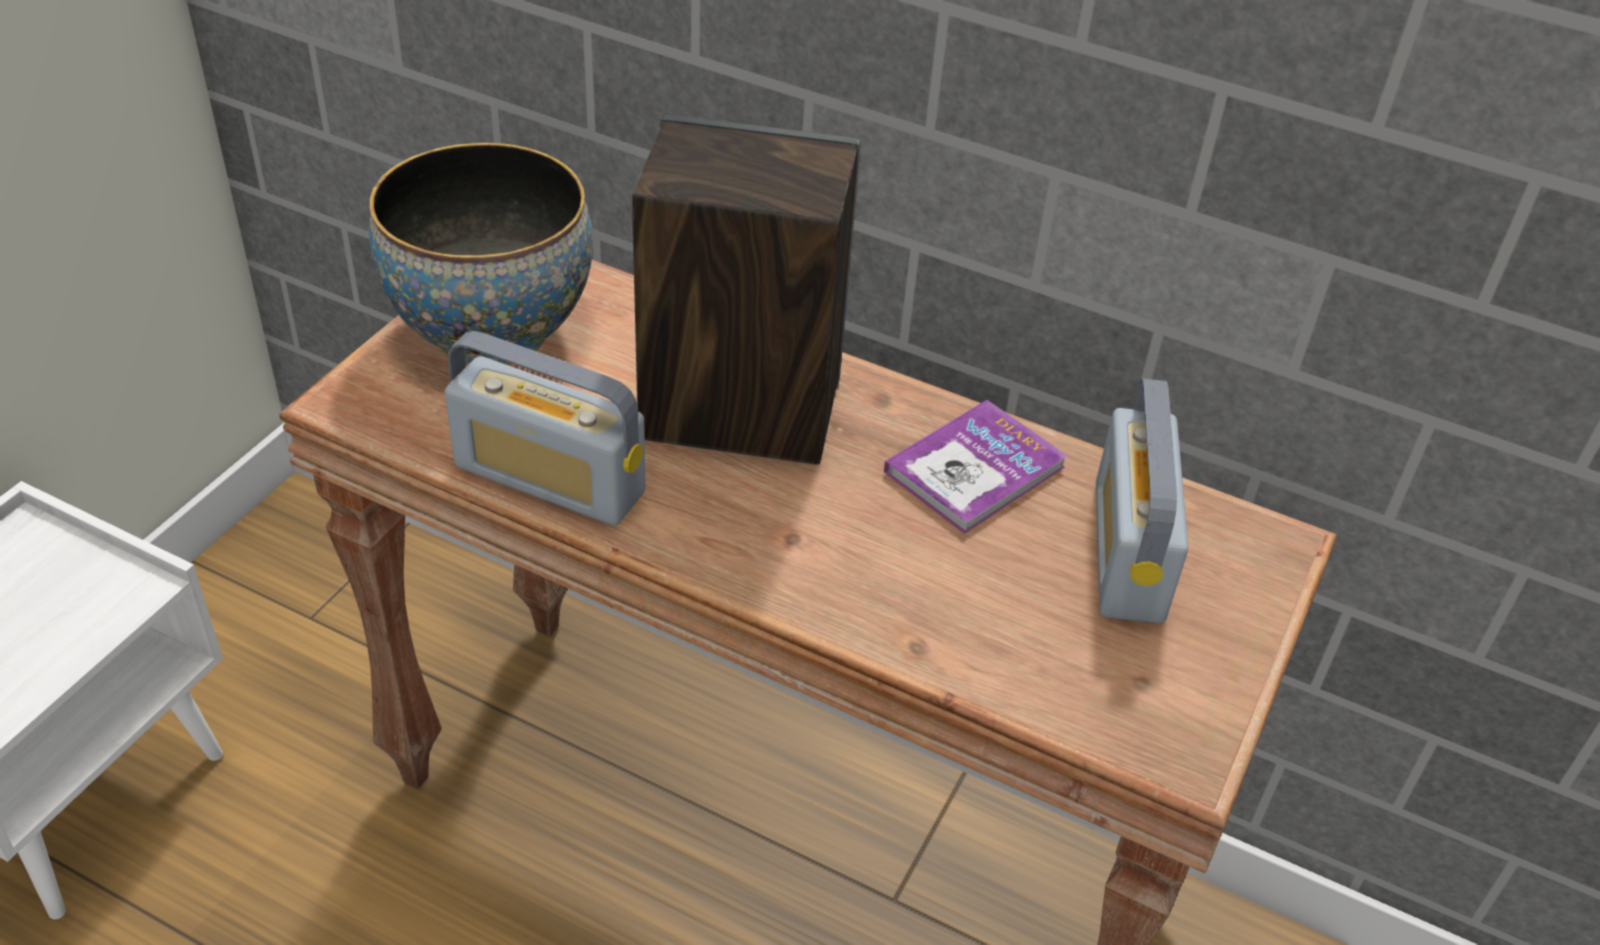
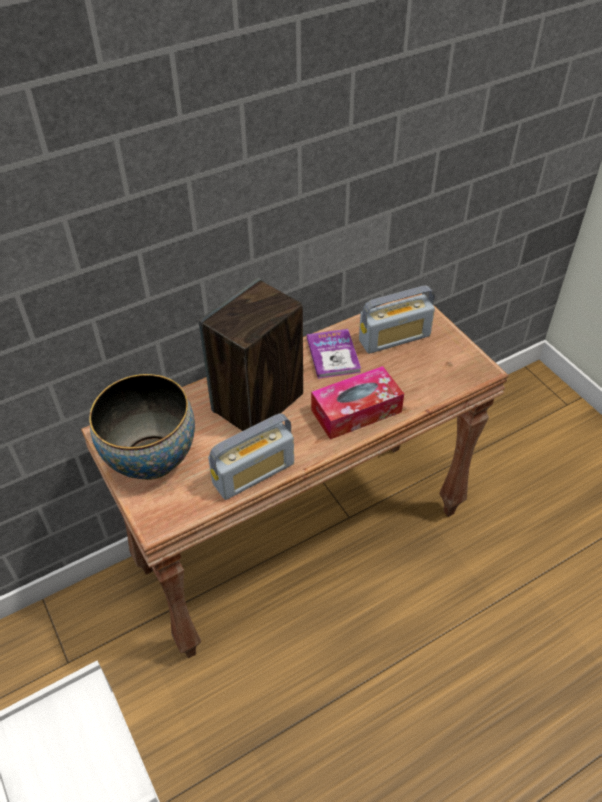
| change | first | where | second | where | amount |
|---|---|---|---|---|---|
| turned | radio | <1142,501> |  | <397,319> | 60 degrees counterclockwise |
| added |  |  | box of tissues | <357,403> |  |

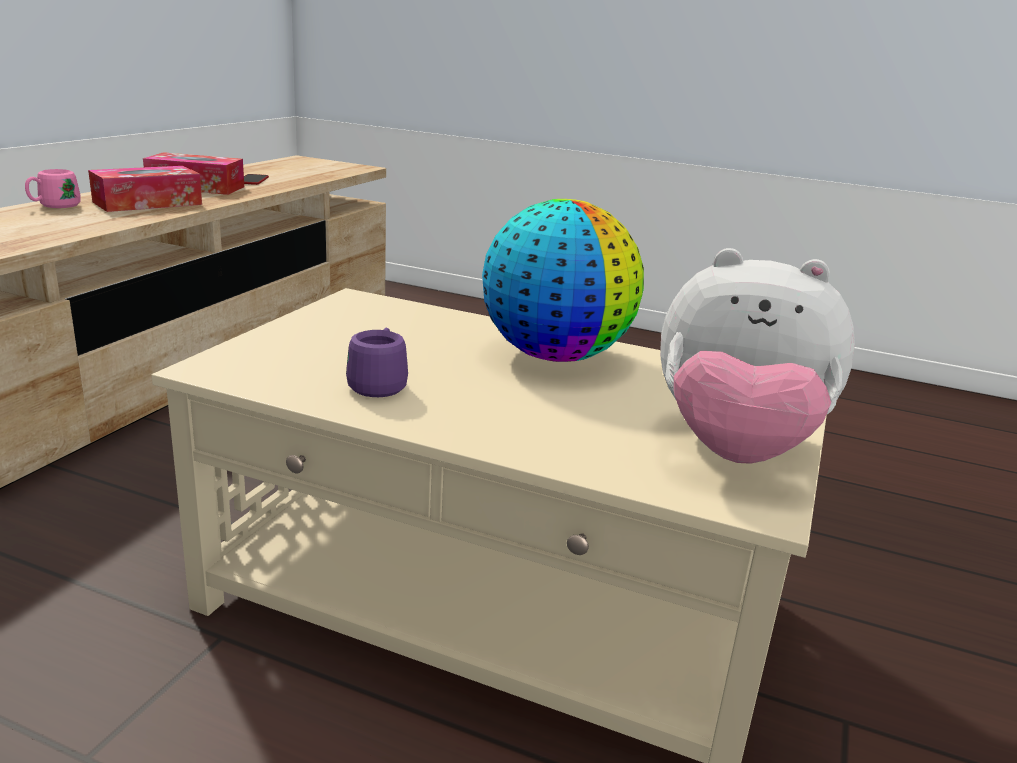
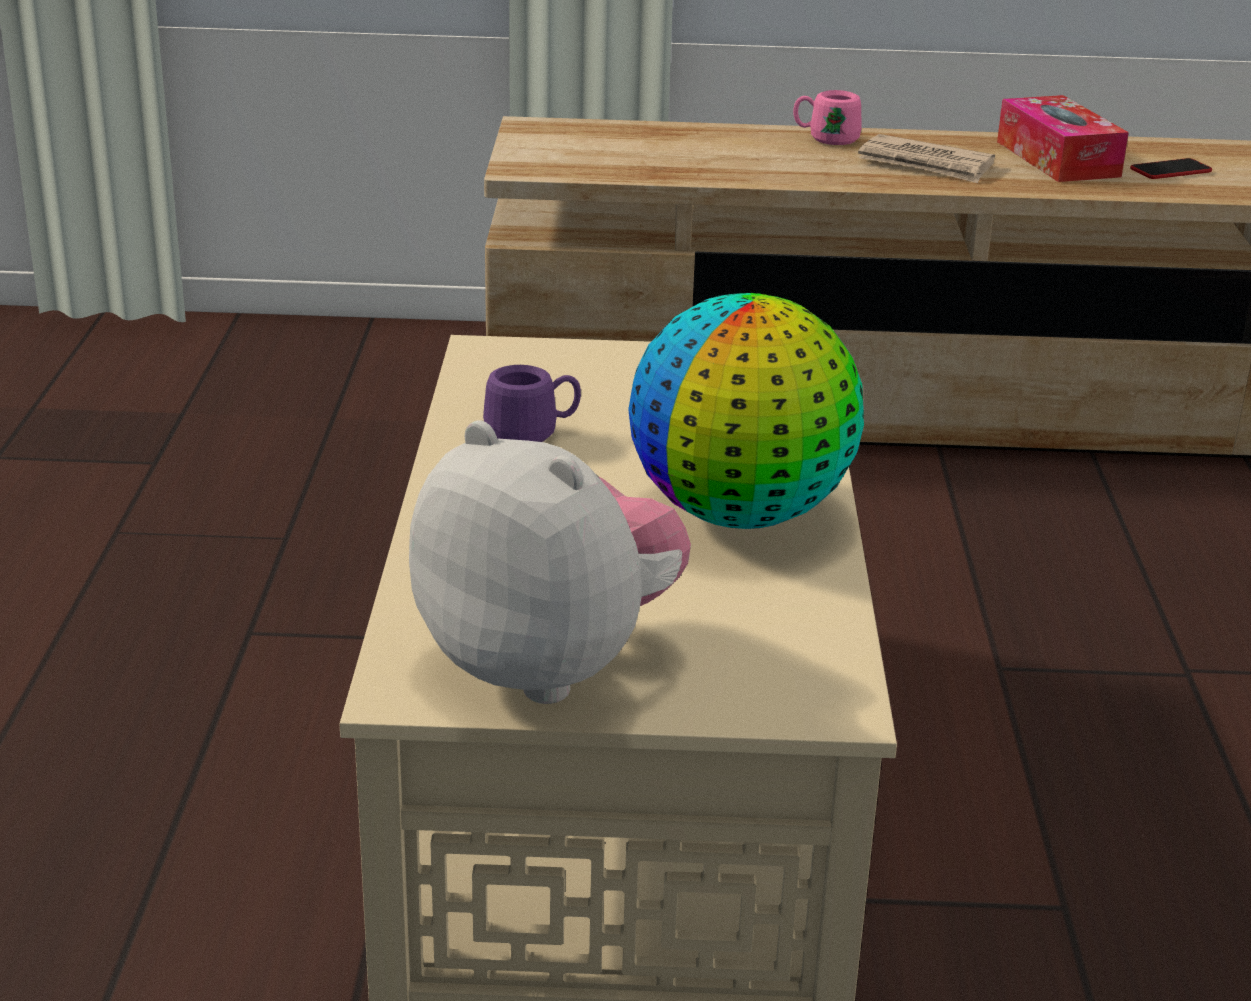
| change | first | where | second | where | amount |
|---|---|---|---|---|---|
| replaced | box of tissues | <145,189> | printed paper | <926,158> |  |
| turned | cuddly toy | <757,356> |  | <550,562> | 135 degrees clockwise |

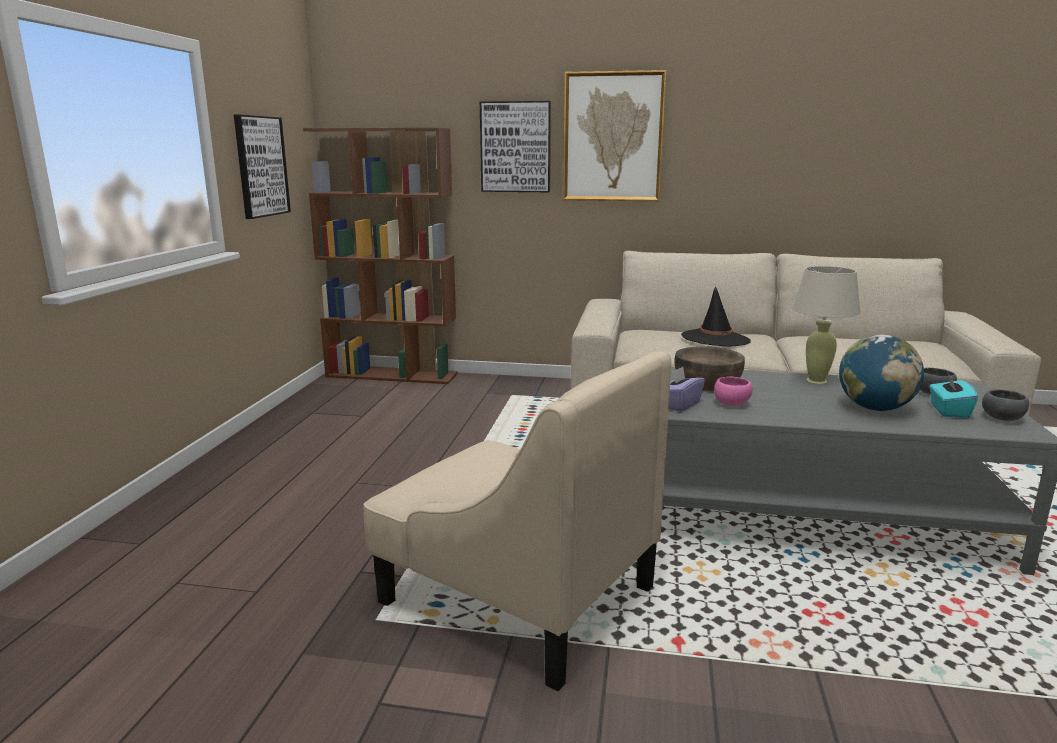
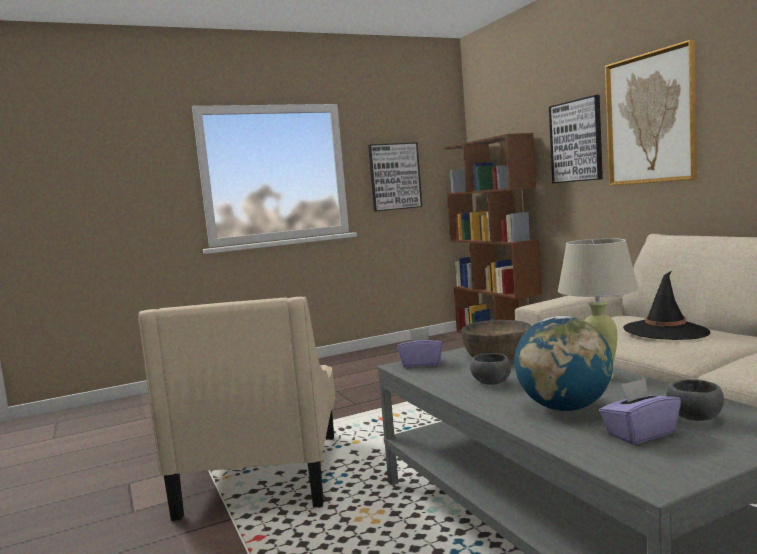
| change | first | where | second | where | amount |
|---|---|---|---|---|---|
| removed | pinkish deep dish | <733,391> |  |  |  |
| recoloured | blue-green box of tissues | <953,395> | purple-coloured box of tissues | <640,411> |  |
| moved | grey deep dish | <1005,405> |  | <490,369> |  |

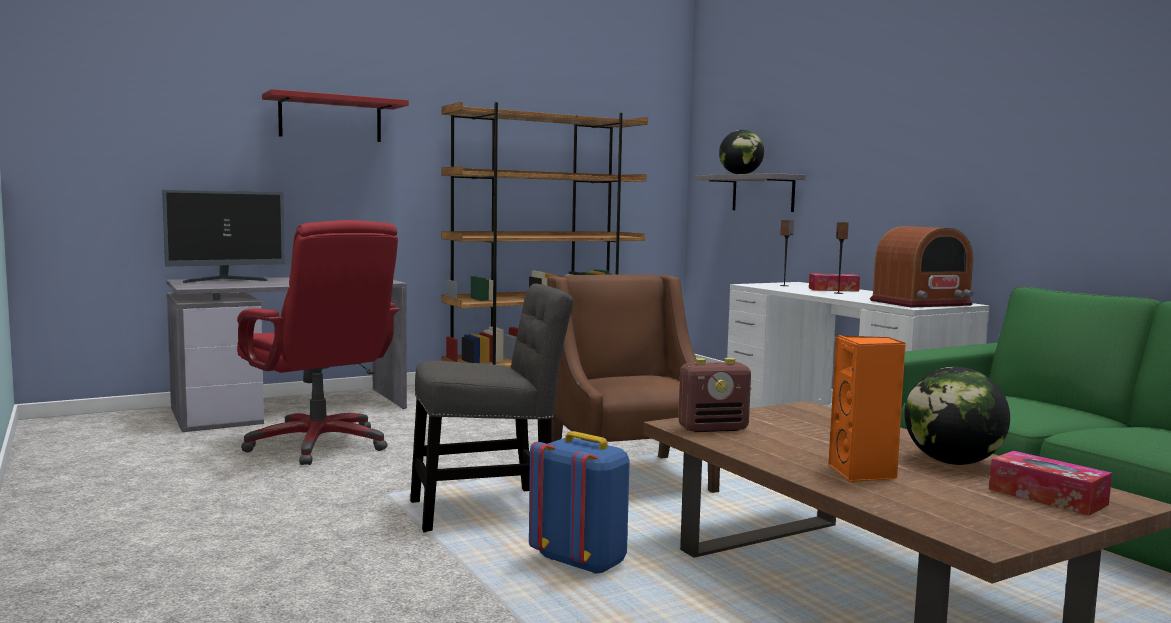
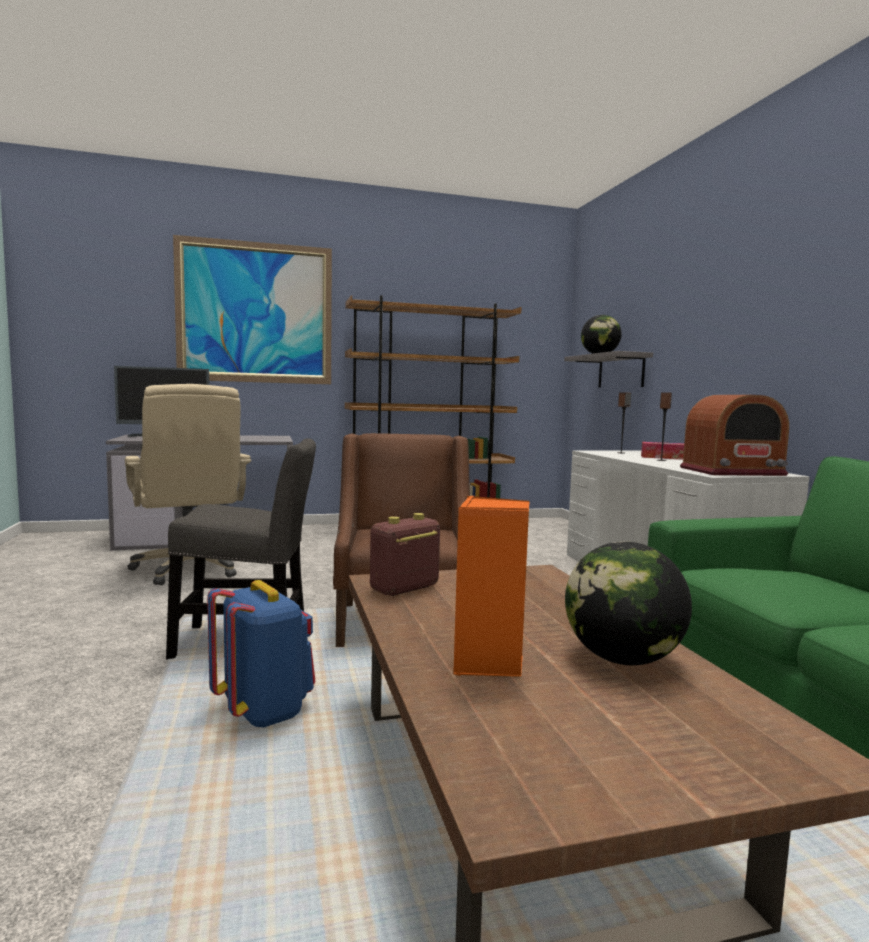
| change | first | where | second | where | amount |
|---|---|---|---|---|---|
| recoloured | red-coloured computer chair | <318,342> | beige computer chair | <188,484> |  |
| replaced | red-coloured wall shelf | <335,115> | picture | <252,309> |  |
| turned | radio | <714,395> |  | <405,554> | 135 degrees clockwise |
| removed | box of tissues | <1050,483> |  |  |  |

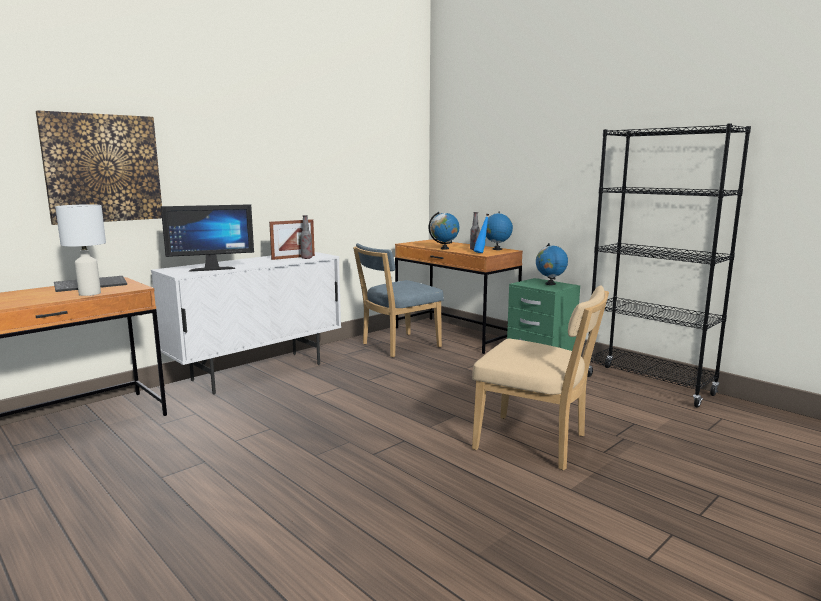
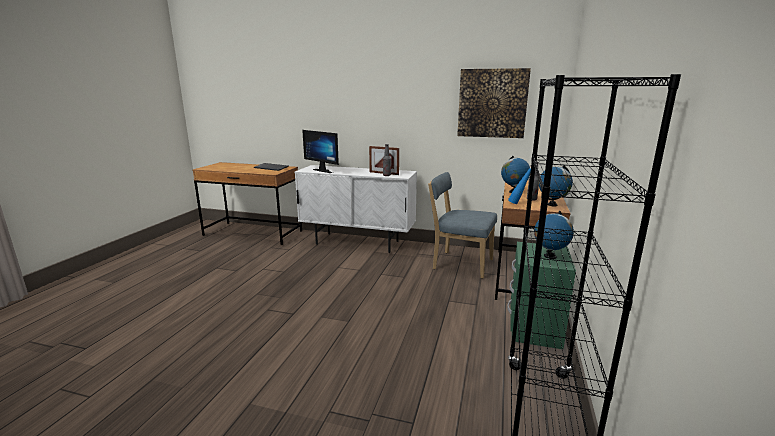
| change | first | where | second | where | amount |
|---|---|---|---|---|---|
| moved | picture | <99,167> |  | <494,103> |  |
| removed | white-coloured lamp for a table | <80,250> |  |  |  |
| removed | beige upright chair | <540,377> |  |  |  |

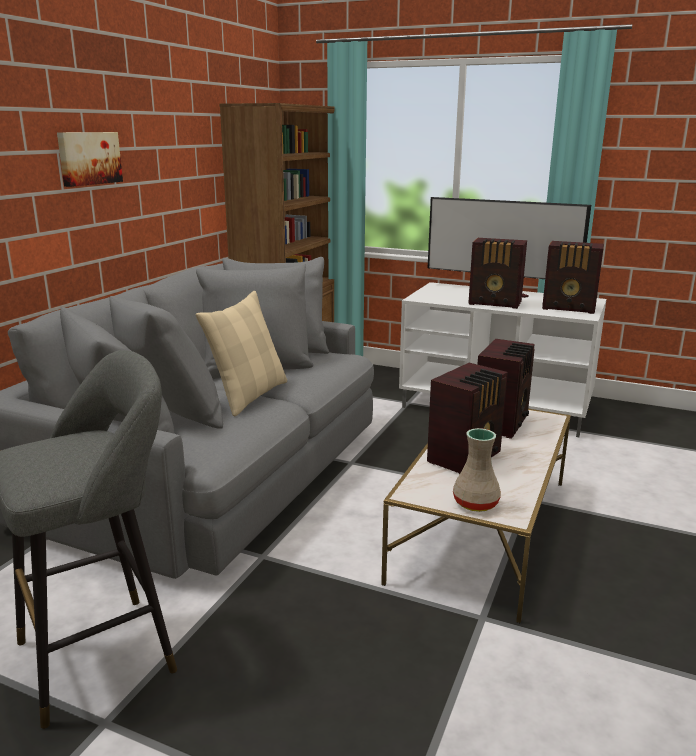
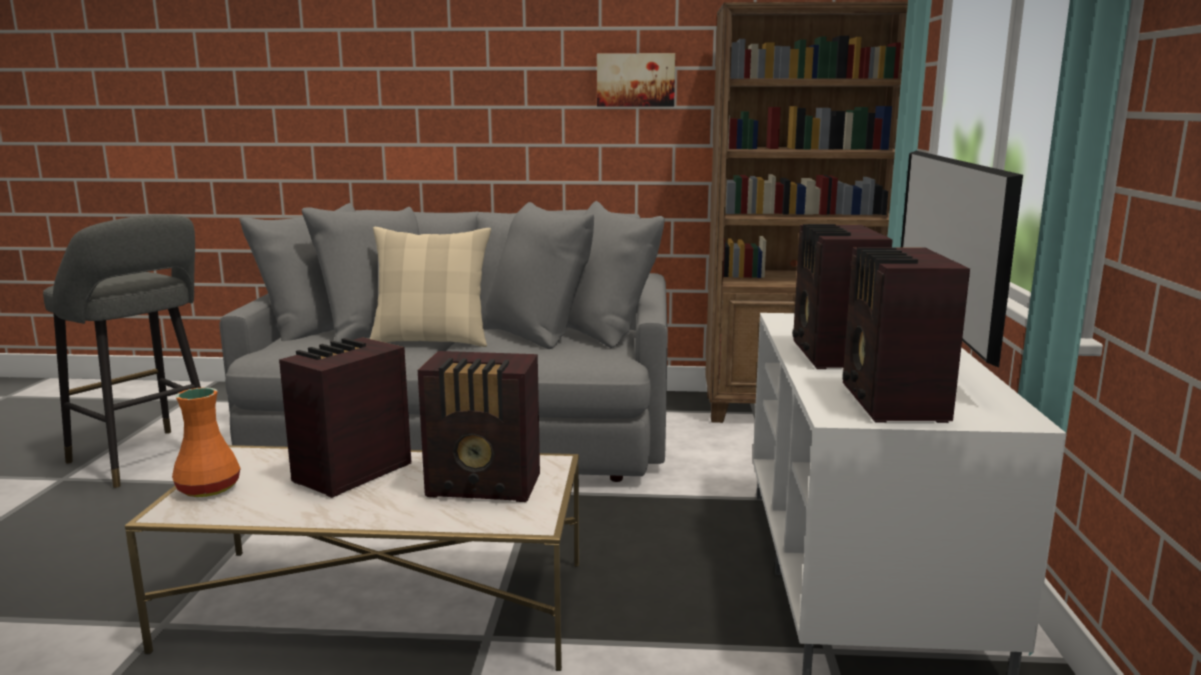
| change | first | where | second | where | amount |
|---|---|---|---|---|---|
| moved | picture | <90,159> |  | <636,80> |  |
| turned | radio | <467,418> |  | <345,417> | 105 degrees clockwise |
| recoloured | beige decorative vase | <477,470> | orange-coloured decorative vase | <206,442> |  |

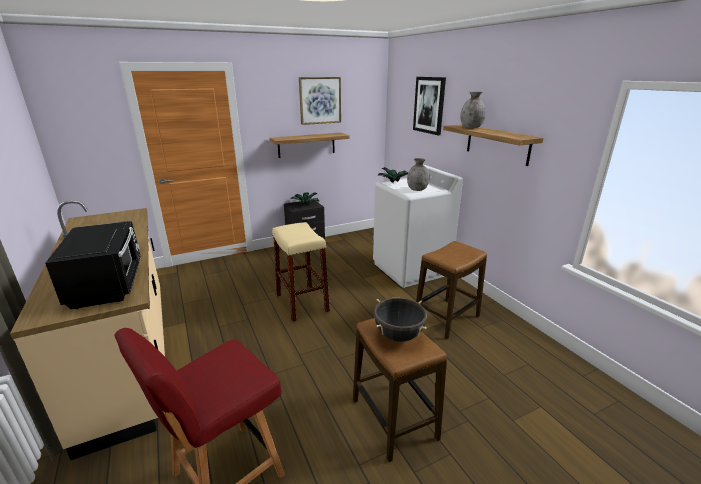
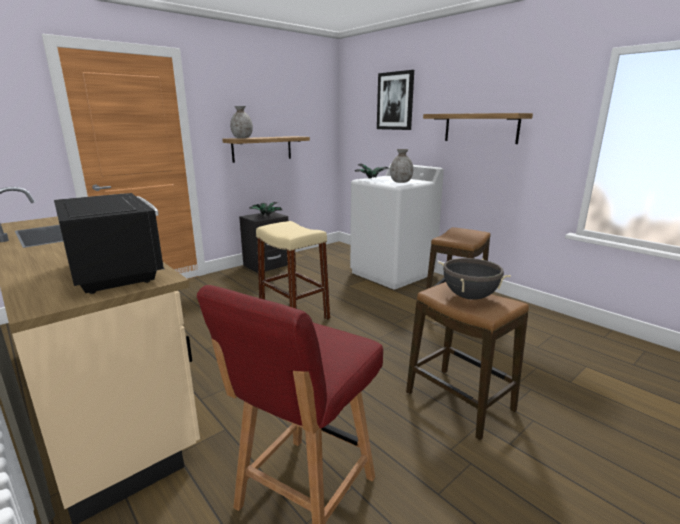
| change | first | where | second | where | amount |
|---|---|---|---|---|---|
| removed | picture | <320,101> |  |  |  |
| moved | grey decorative vase | <473,110> |  | <241,122> |  |

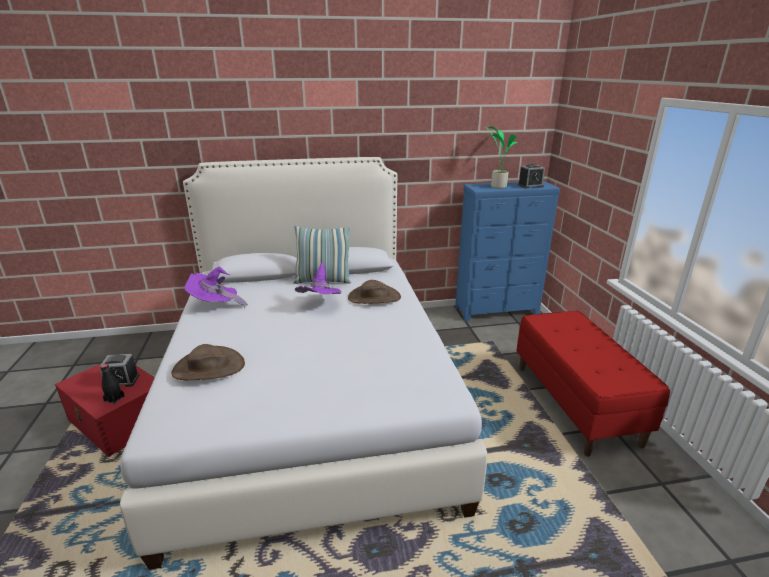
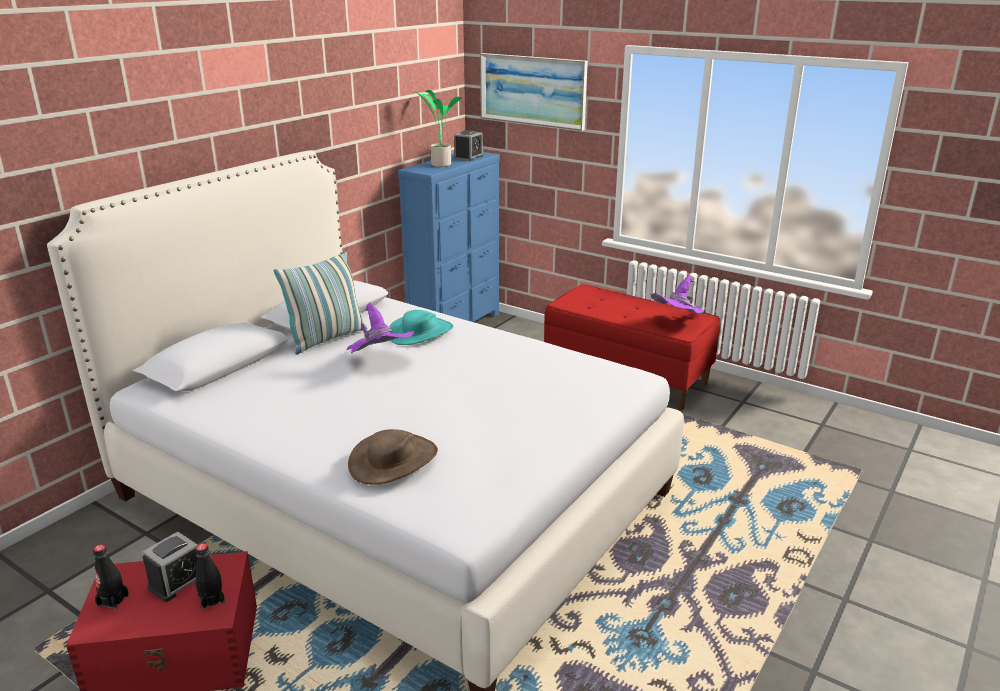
| change | first | where | second | where | amount |
|---|---|---|---|---|---|
| moved | purple-coloured hat | <216,287> |  | <678,295> |  |
| recoloured | brownish hat | <374,292> | blue-green hat | <421,327> |  |
| added |  |  | black-coloured bottle | <111,577> |  |
| added |  |  | picture | <534,92> |  |

